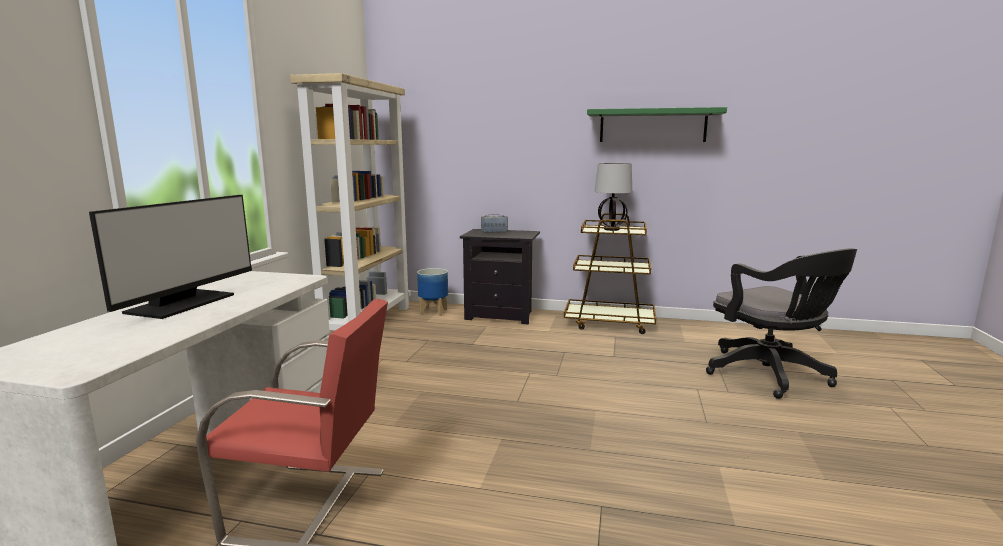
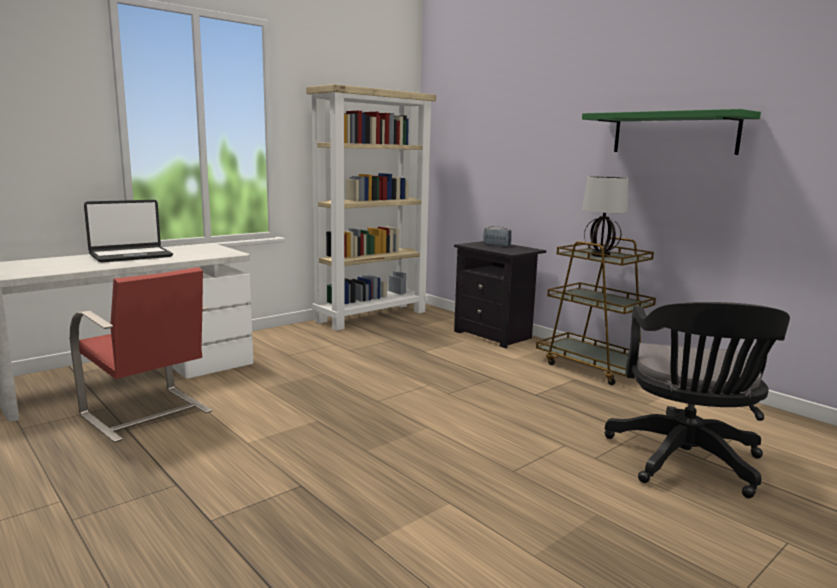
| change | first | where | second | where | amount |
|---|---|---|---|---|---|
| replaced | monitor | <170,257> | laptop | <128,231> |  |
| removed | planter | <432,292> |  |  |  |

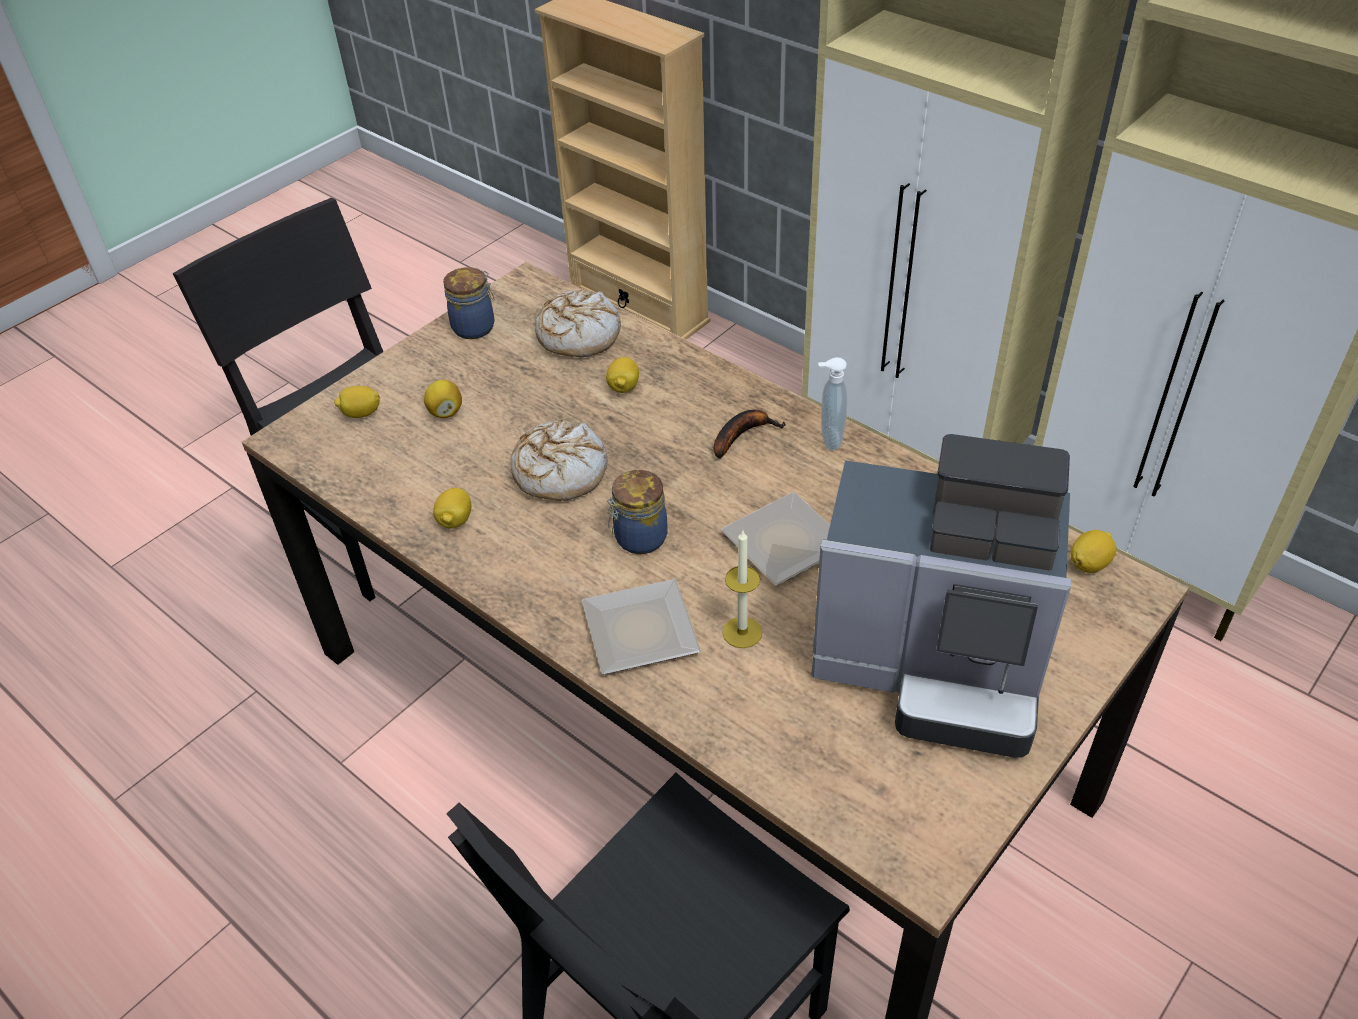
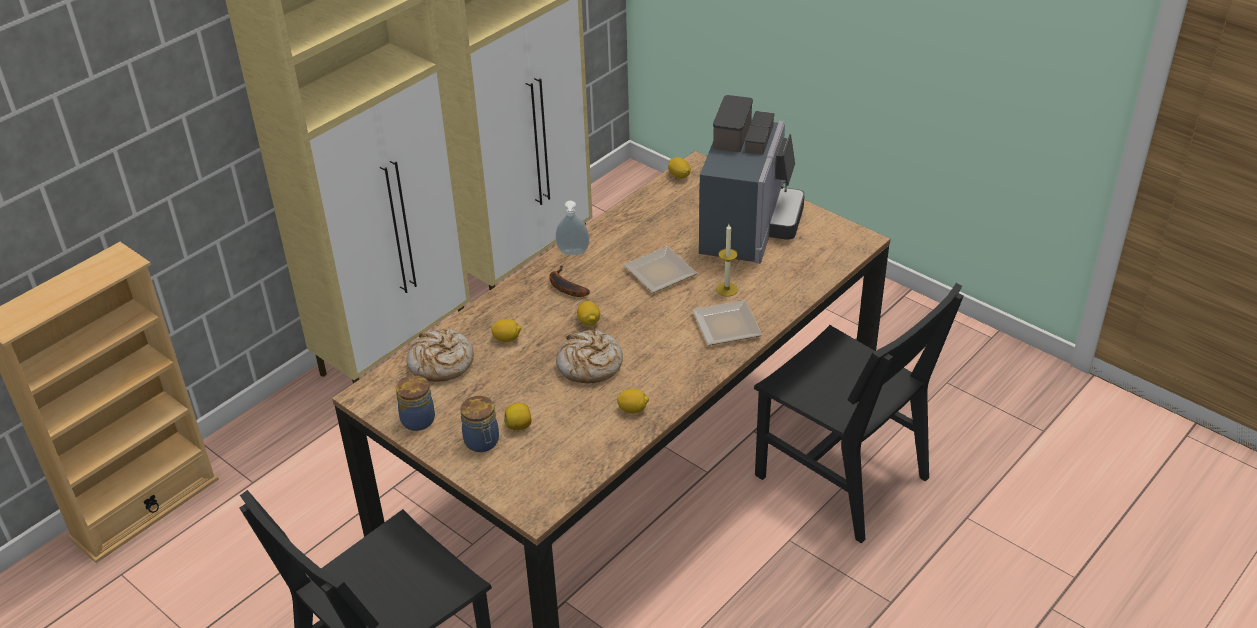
| change | first | where | second | where | amount |
|---|---|---|---|---|---|
| moved | citrus fruit | <357,402> |  | <588,313> |  |
| moved | preserve jar | <637,512> |  | <479,424> |  |

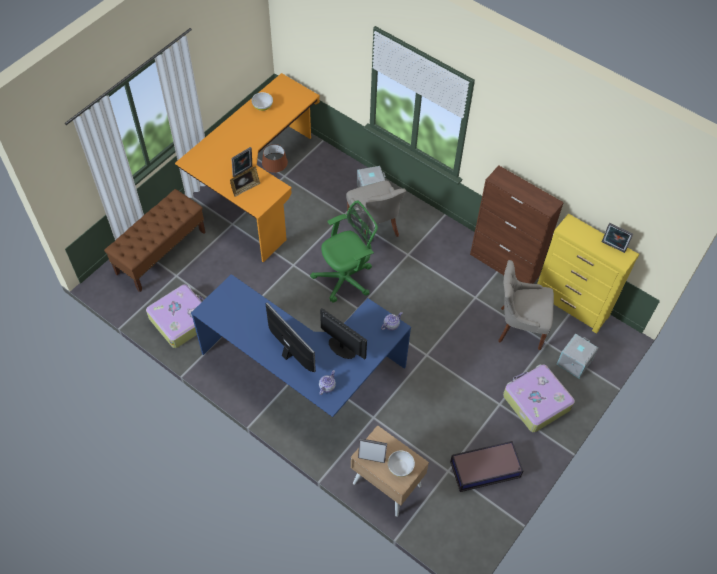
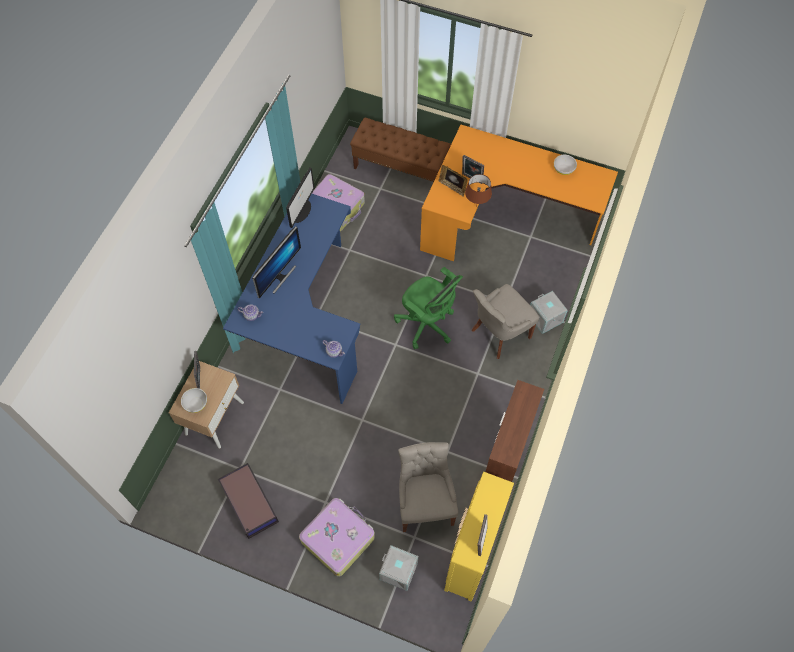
| change | first | where | second | where | amount |
|---|---|---|---|---|---|
| moved | monitor | <343,334> |  | <300,197> |  |

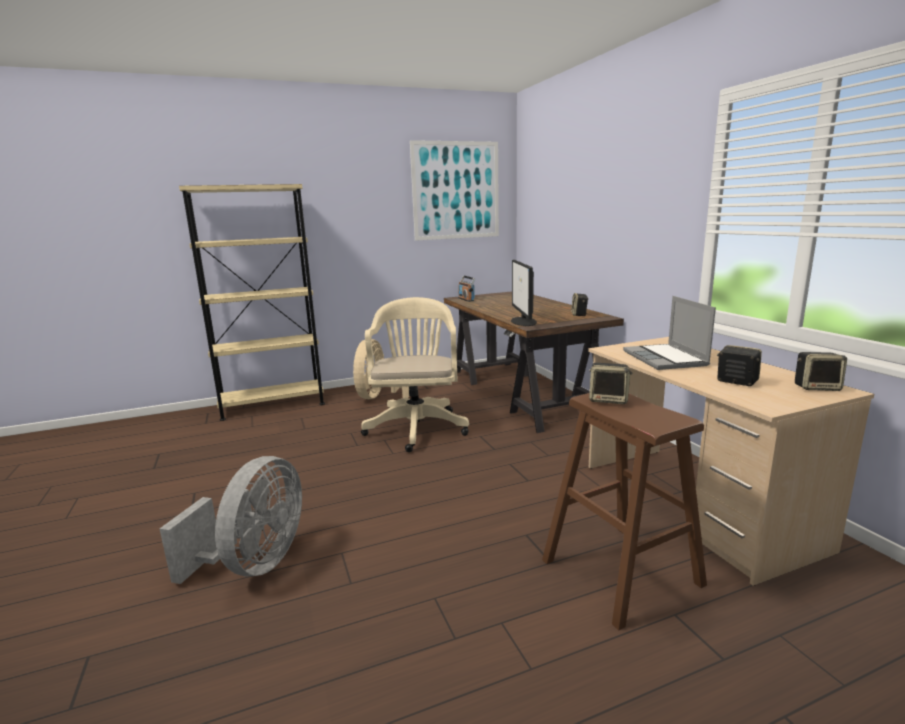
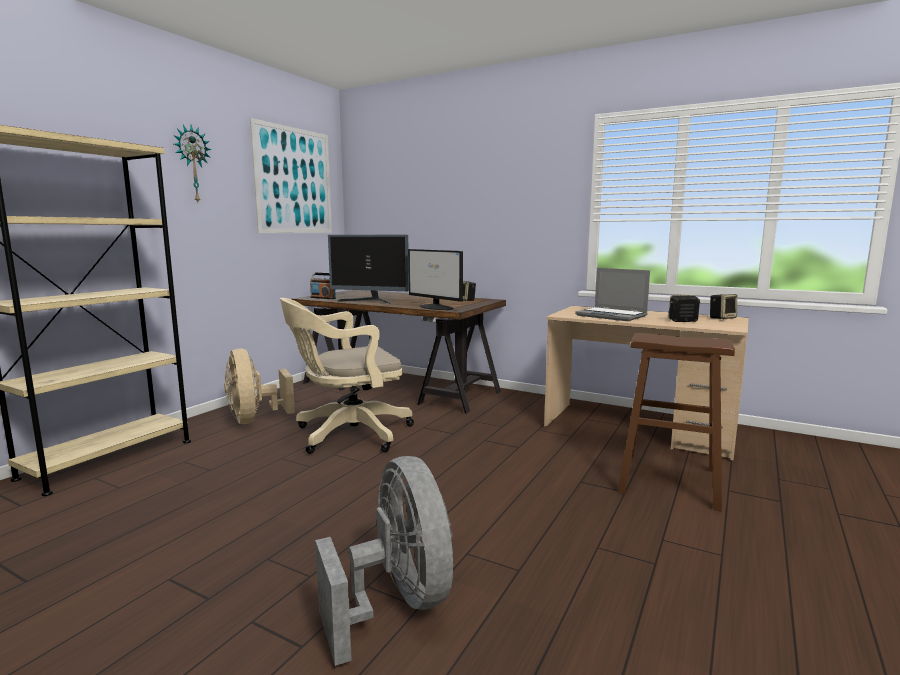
| change | first | where | second | where | amount |
|---|---|---|---|---|---|
| turned | beige computer chair | <415,374> |  | <347,376> | 75 degrees counterclockwise |
| removed | speaker | <610,383> |  |  |  |
| added |  |  | hanging clock | <192,163> |  |
| added |  |  | monitor | <368,269> |  |

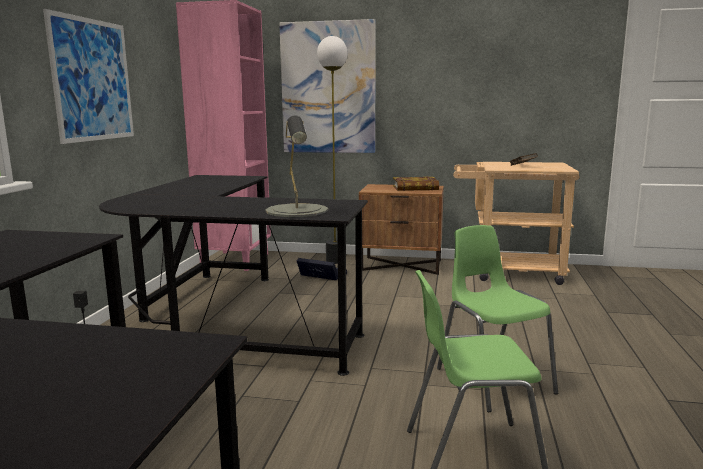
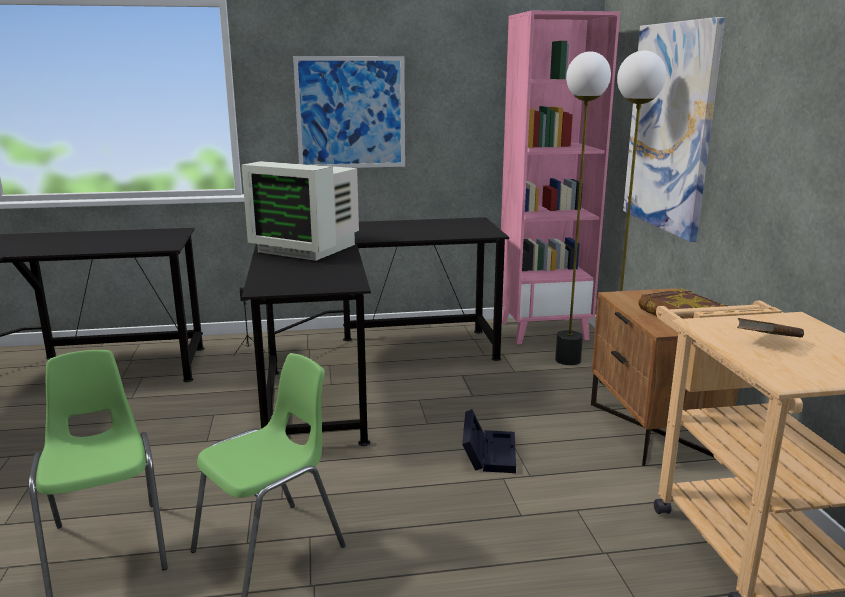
| change | first | where | second | where | amount |
|---|---|---|---|---|---|
| removed | grey lamp for a table | <296,166> |  |  |  |
| moved | black-coloured storage container | <322,269> |  | <489,441> |  |
| added |  |  | monitor | <300,211> |  |
| added |  |  | standard lamp | <583,208> |  |

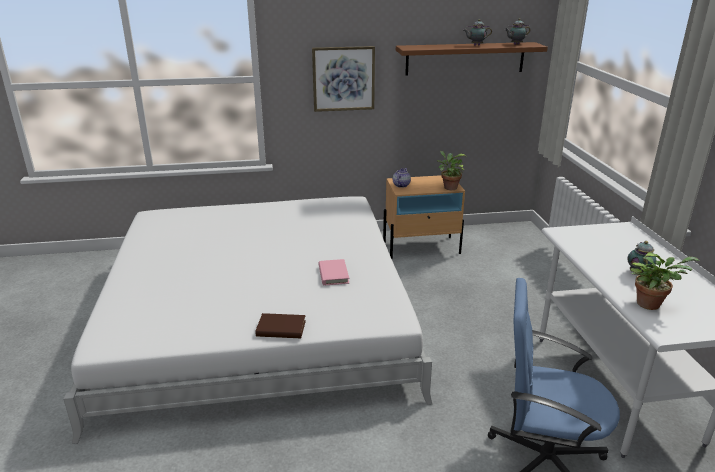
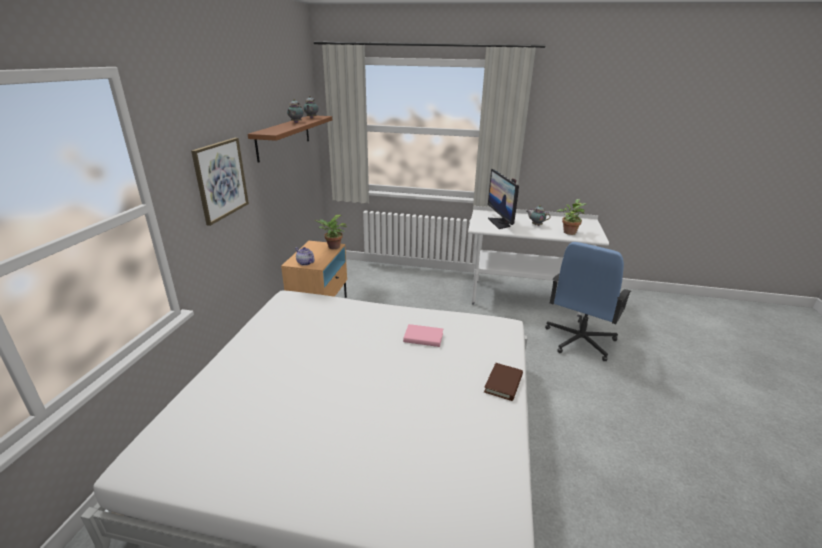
| change | first | where | second | where | amount |
|---|---|---|---|---|---|
| added |  |  | monitor | <503,199> |  |

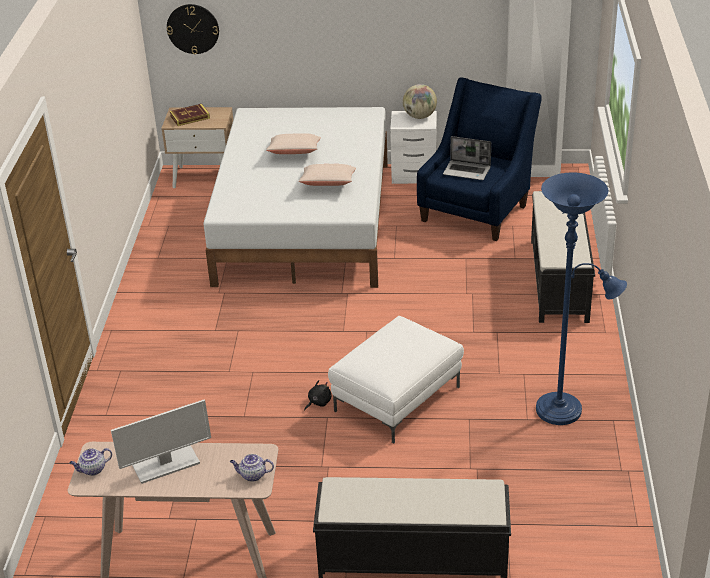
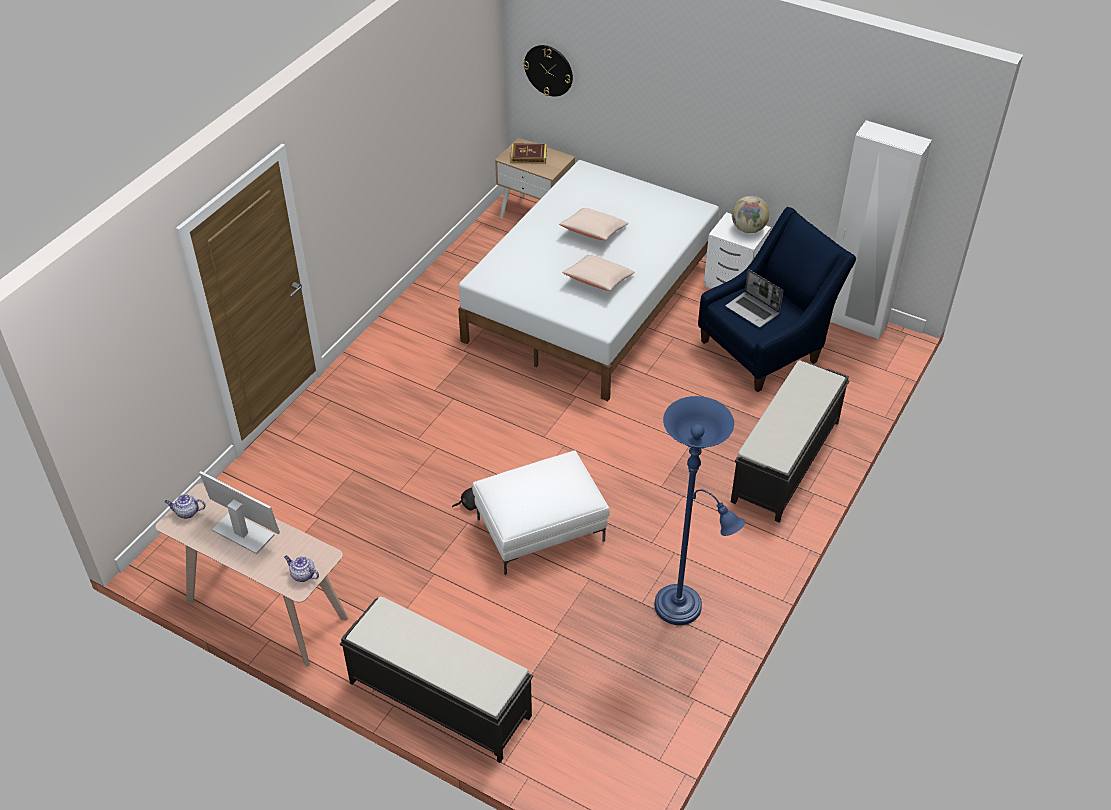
| change | first | where | second | where | amount |
|---|---|---|---|---|---|
| turned | monitor | <161,442> |  | <239,512> | 150 degrees counterclockwise |

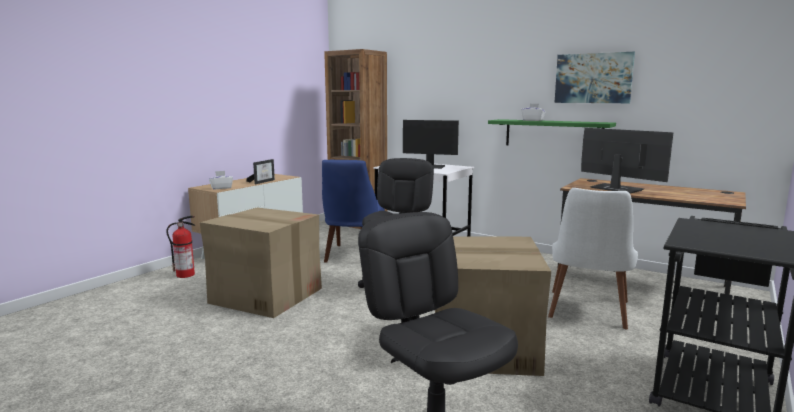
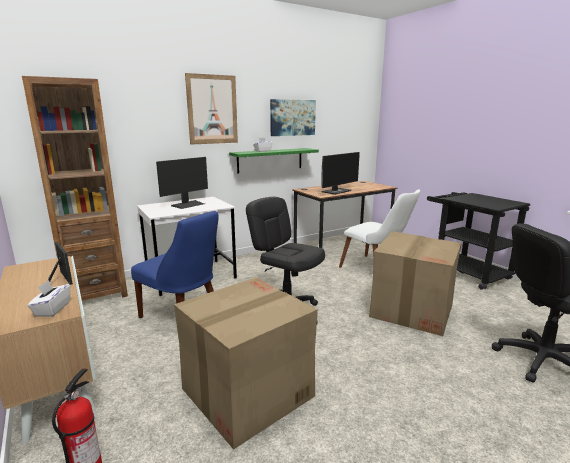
| change | first | where | second | where | amount |
|---|---|---|---|---|---|
| turned | monitor | <627,161> |  | <340,173> | 150 degrees clockwise |
| added |  |  | picture | <211,109> |  |

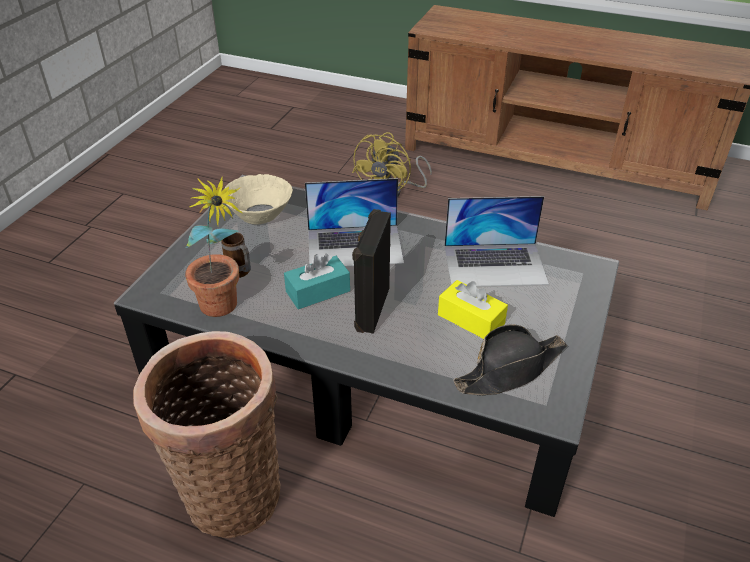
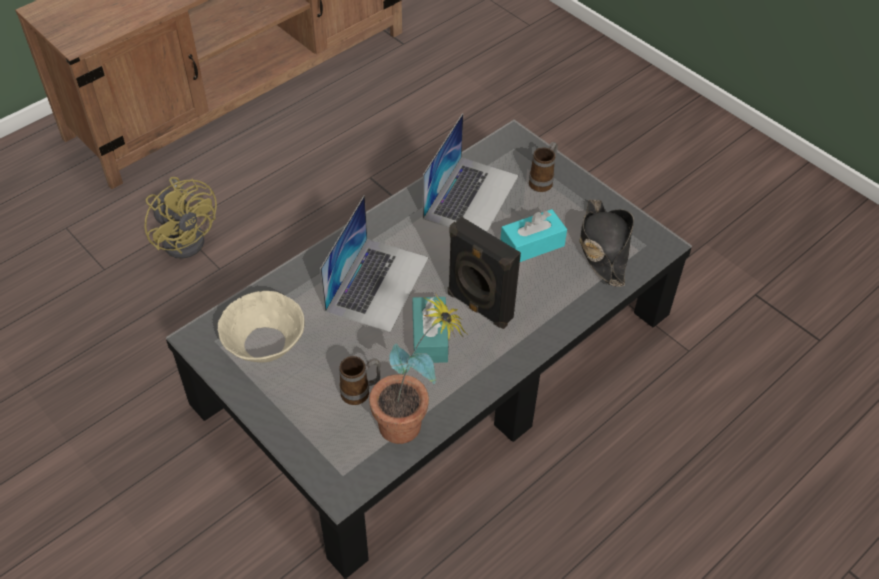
| change | first | where | second | where | amount |
|---|---|---|---|---|---|
| removed | storage basket | <206,434> |  |  |  |
| recoloured | yellowish box of tissues | <473,309> | blue-green box of tissues | <533,235> |  |
| added |  |  | mug | <543,167> |  |

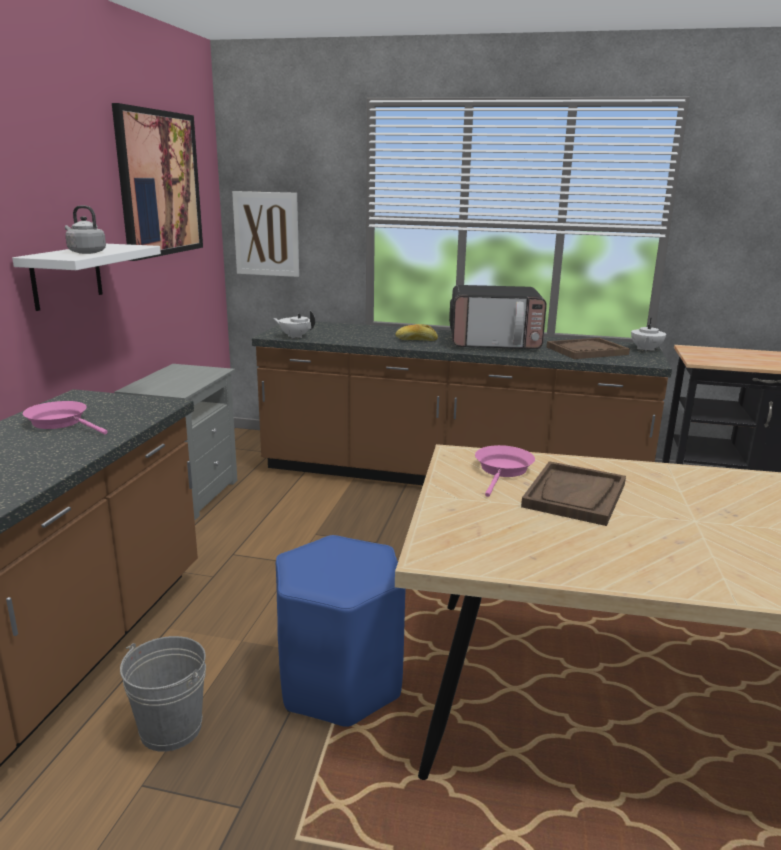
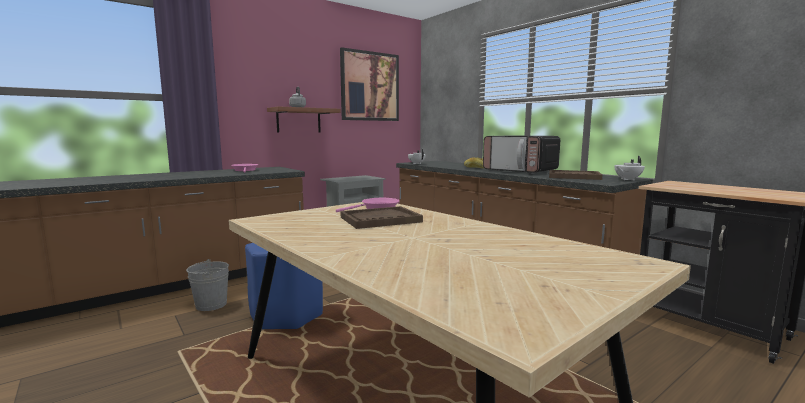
| change | first | where | second | where | amount |
|---|---|---|---|---|---|
| recoloured | white-coloured wall shelf | <86,277> | brownish wall shelf | <304,119> |  |
| removed | picture | <265,234> |  |  |  |

